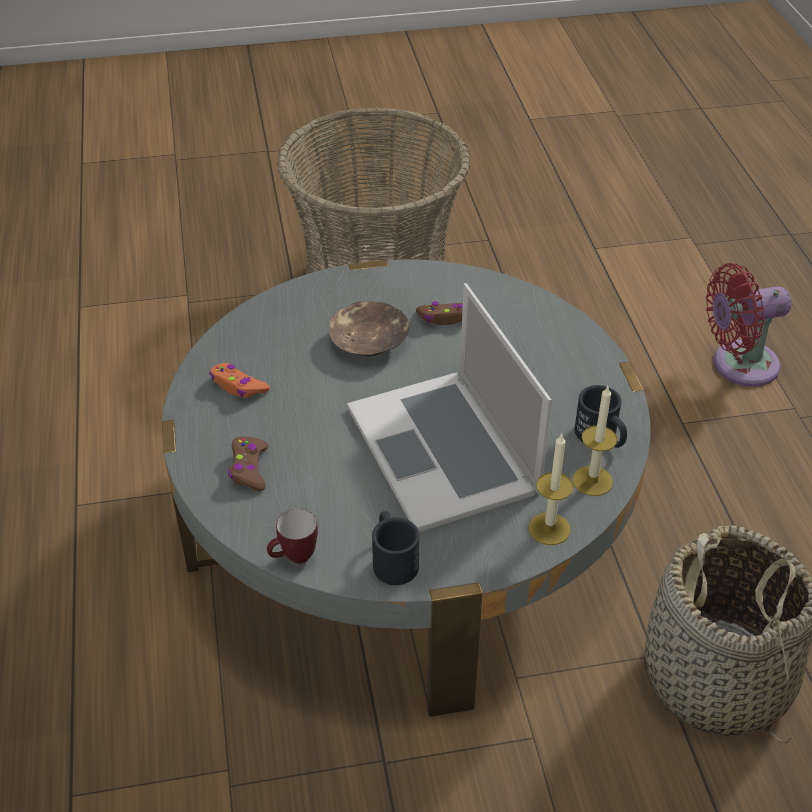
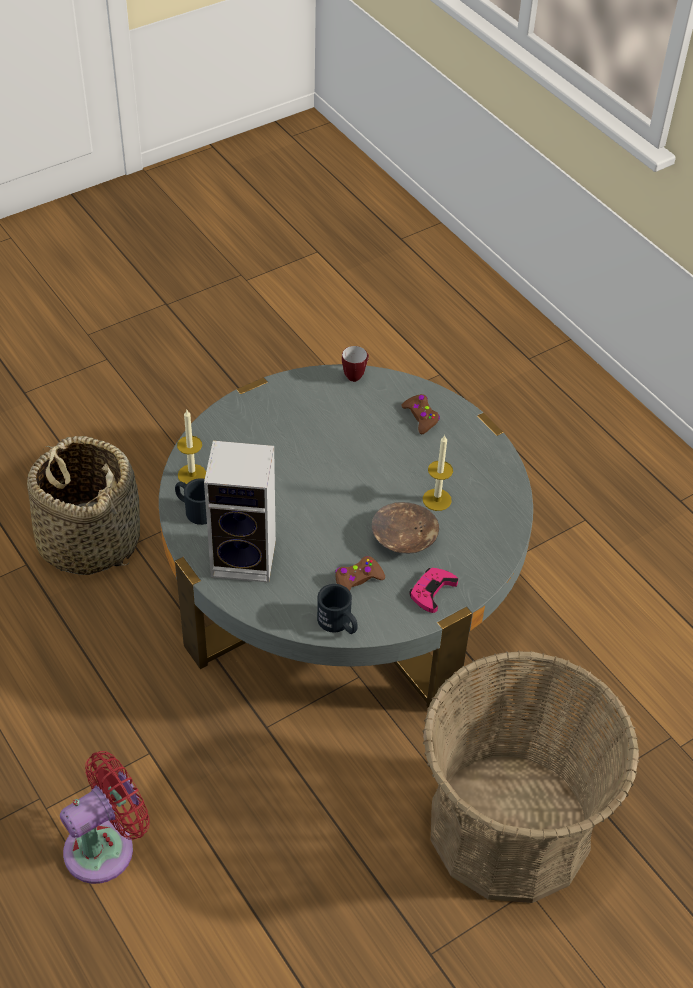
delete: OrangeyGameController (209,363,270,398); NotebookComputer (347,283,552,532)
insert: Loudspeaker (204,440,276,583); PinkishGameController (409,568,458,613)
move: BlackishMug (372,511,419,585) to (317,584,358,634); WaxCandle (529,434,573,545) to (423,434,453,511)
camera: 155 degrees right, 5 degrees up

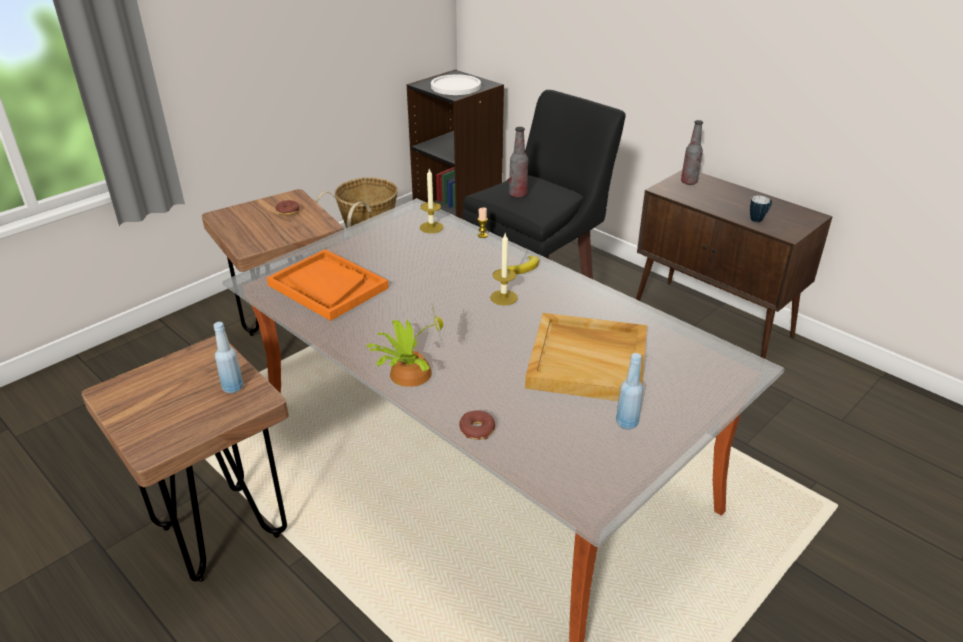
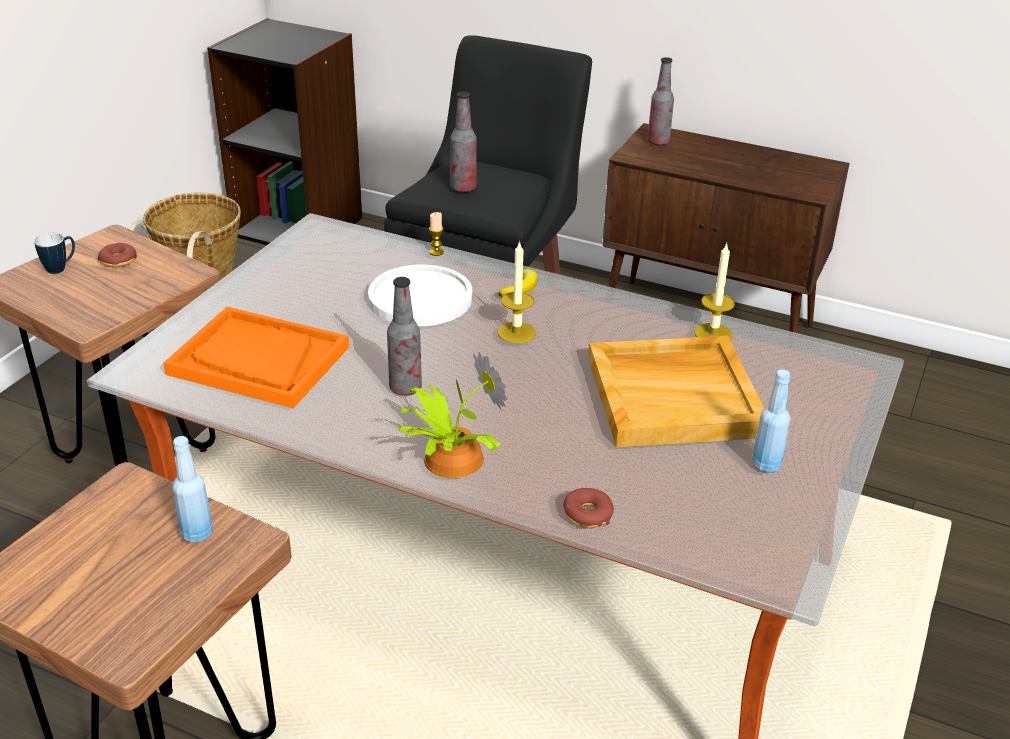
insert: BeverageBottle (387,277,422,395)
move: WaxCandle (420,169,443,233) to (694,243,735,341); WhiteColouredDinnerPlate (431,74,481,95) to (368,264,473,326); Mug (750,195,772,222) to (34,233,75,274)
camera: 20 degrees left, 0 degrees up

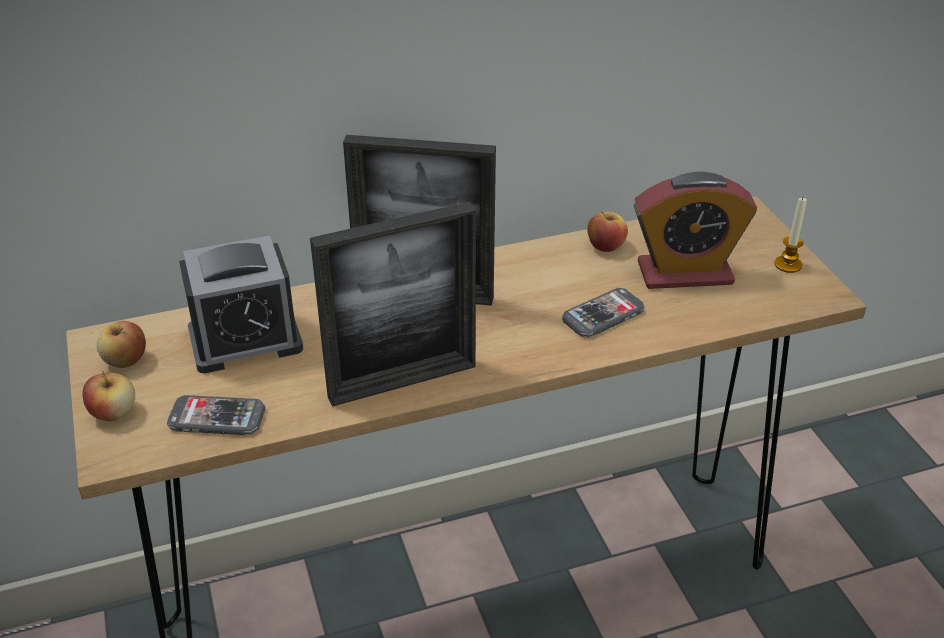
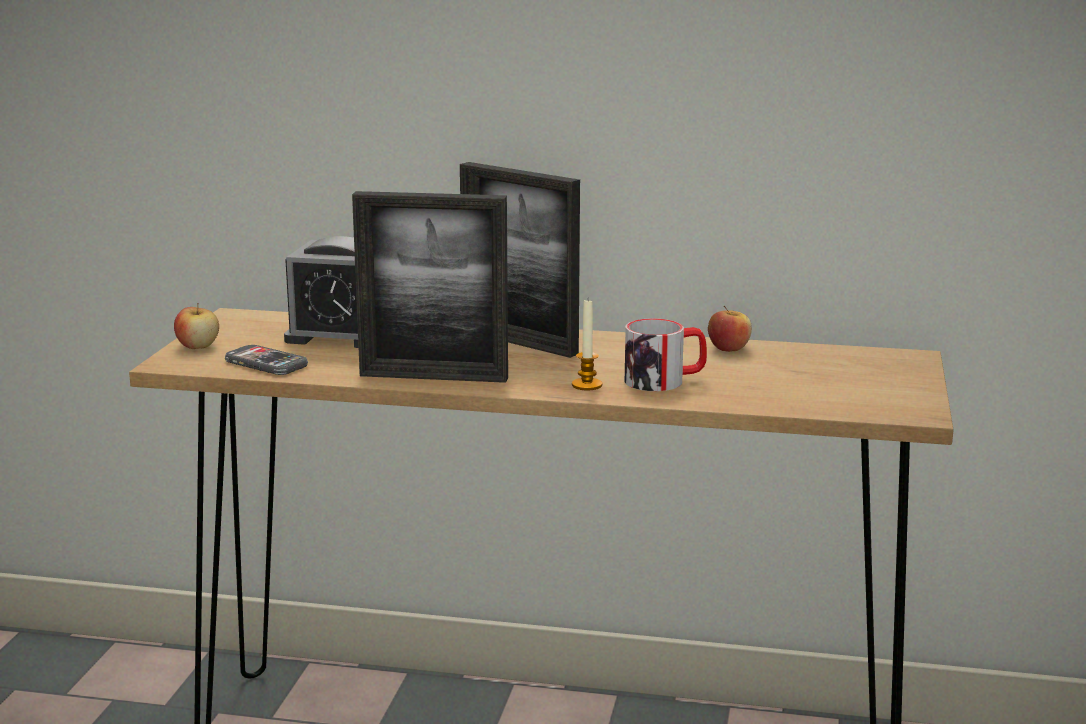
delete: WholeApple (97,321,146,368); AlarmClock (633,171,757,289)
move: WaxCandle (774,198,807,273) to (572,300,602,390)
replace: Handset (562,288,644,338) to Mug (625,318,707,391)
camera: 30 degrees right, 20 degrees down

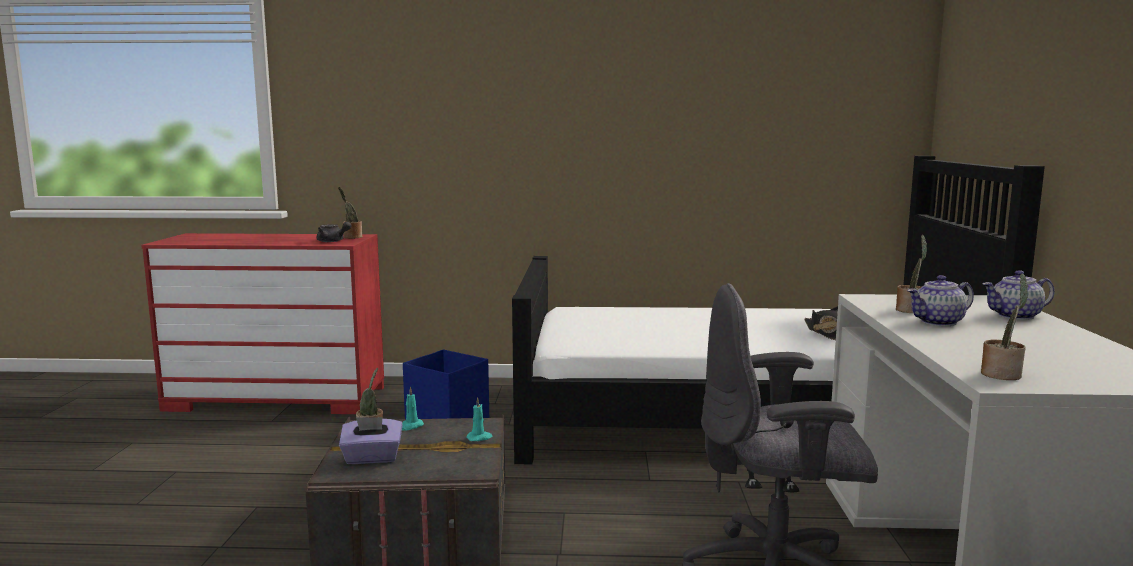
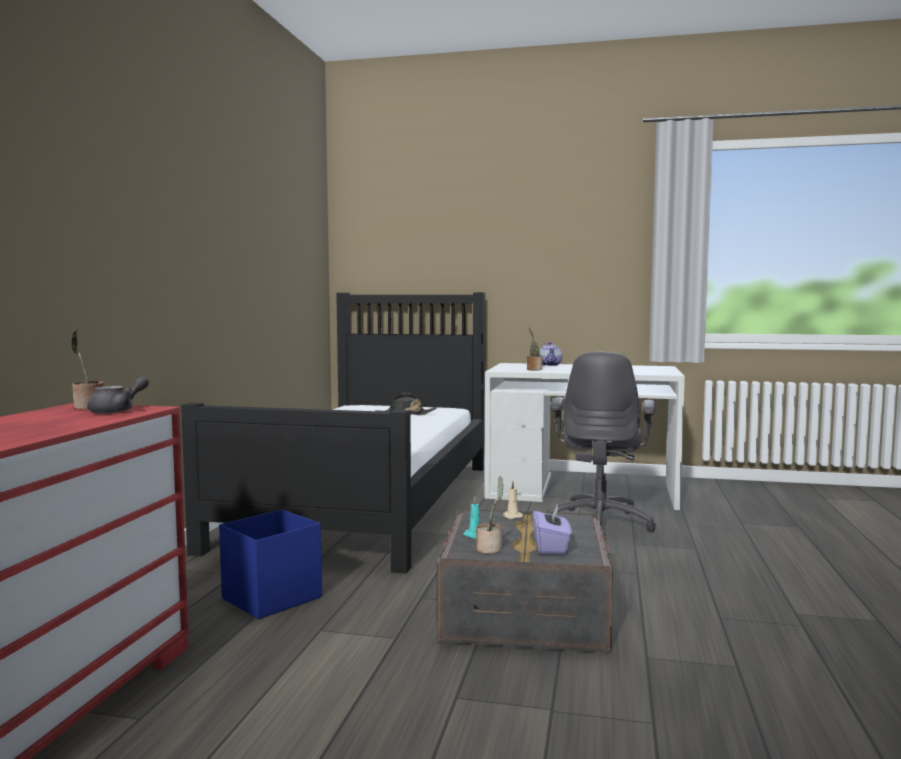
delete: PotForTea (907,275,974,326); PlantInAPot (981,273,1028,380)
recolor: BlueGreenWaxCandle (466,397,492,441) to SandColouredWaxCandle (503,481,523,519)
camera: 80 degrees left, 5 degrees down

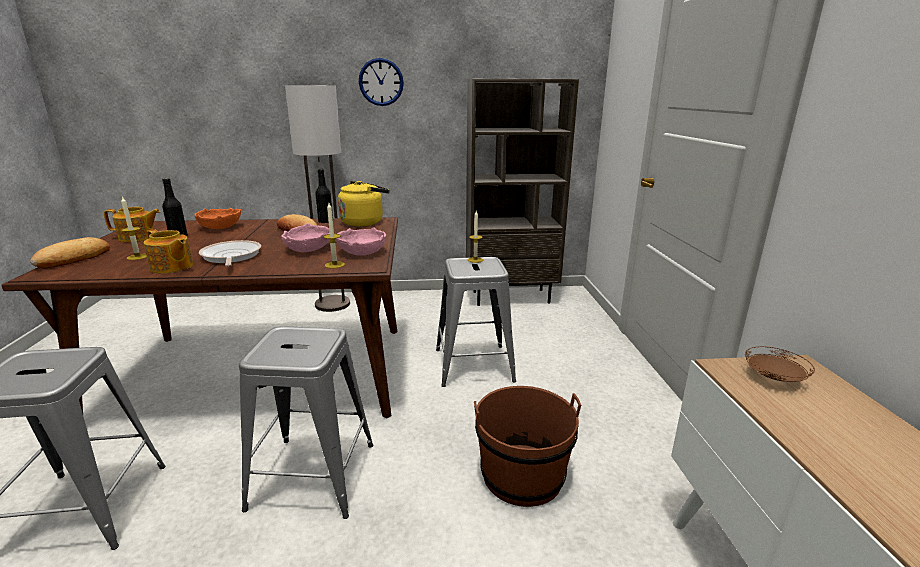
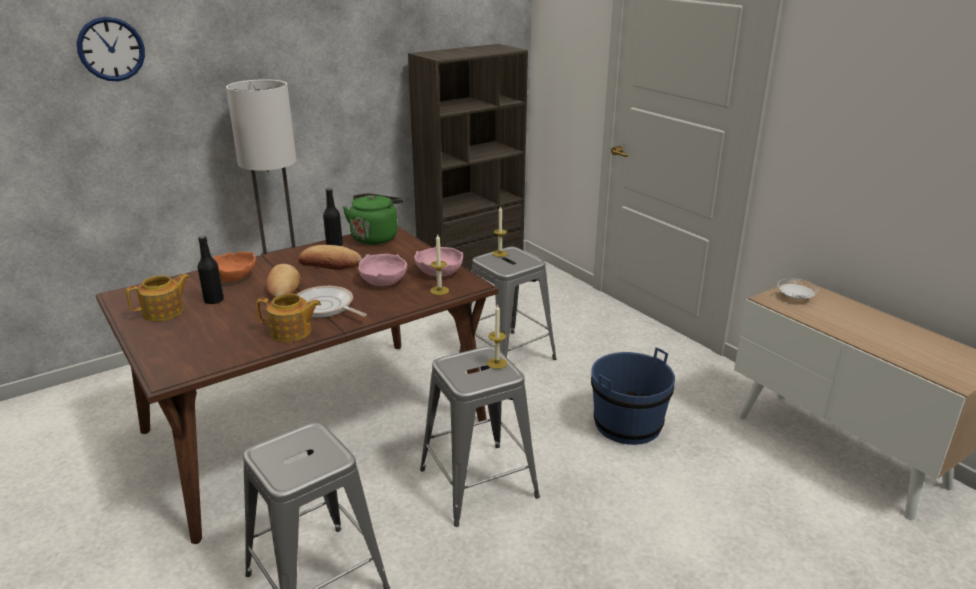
move: Bread (30,237,110,268) to (266,264,300,299); WaxCandle (121,196,147,260) to (487,304,507,369); HangingClock (359,58,404,106) to (77,17,145,81)
recolor: YellowColouredTeaKettle (338,181,390,226) to GreenColouredTeaKettle (343,193,404,245); BrownishBucket (474,386,581,507) to BlueBucket (591,347,675,445); BrownishDinnerPlate (745,346,815,382) to WhiteColouredDinnerPlate (778,279,818,299)
camera: 30 degrees left, 5 degrees up

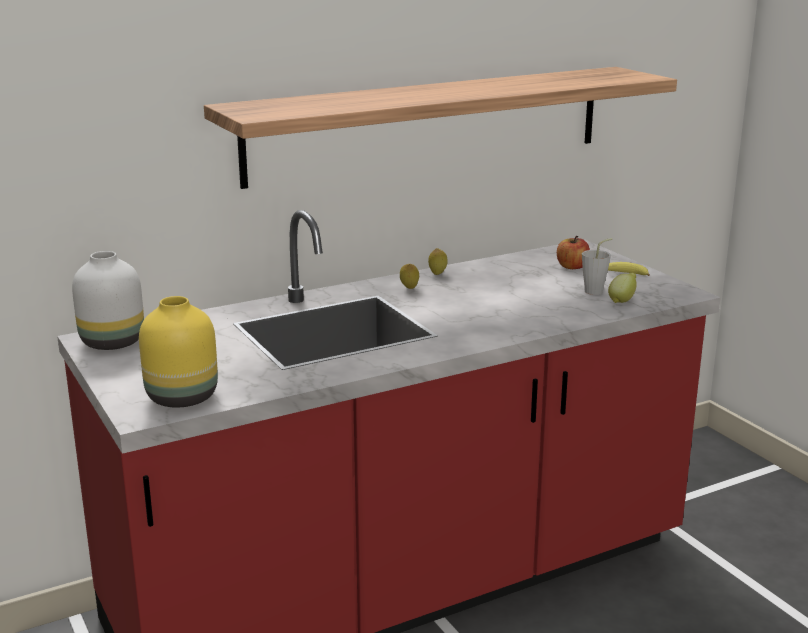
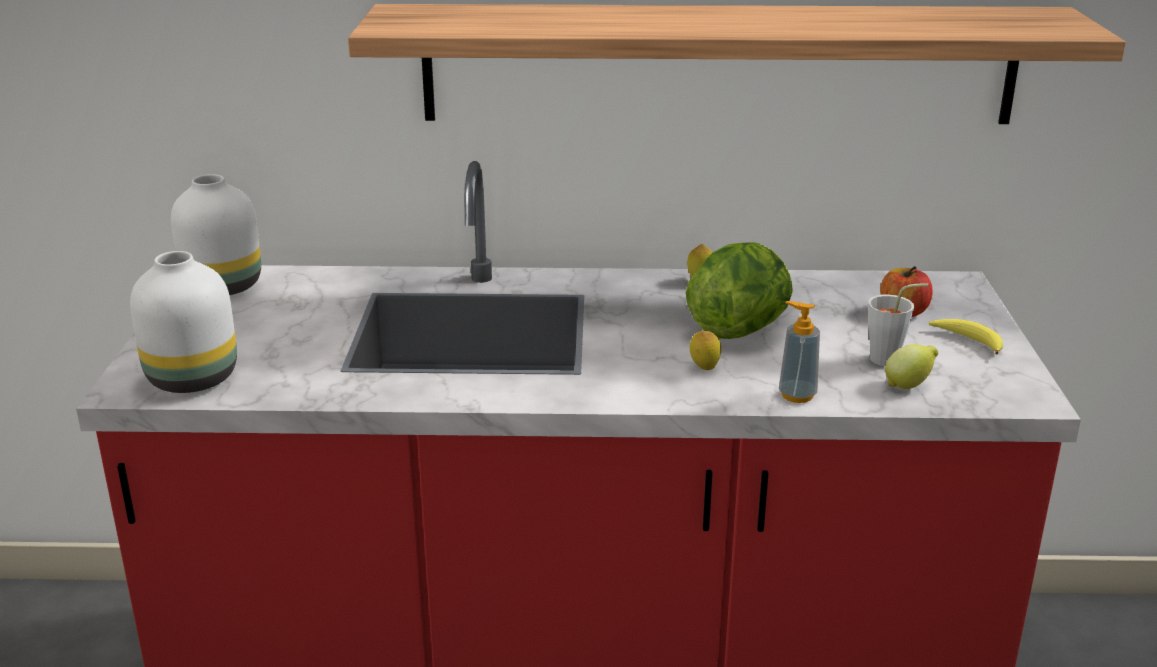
insert: Lettuce (686,243,793,339); LiquidSoapBottle (779,301,820,403)
move: WholeLemon (400,264,419,289) to (690,331,721,370)
recolor: YellowColouredVase (139,296,218,408) to WhiteColouredVase (130,251,237,393)
camera: 30 degrees right, 5 degrees up

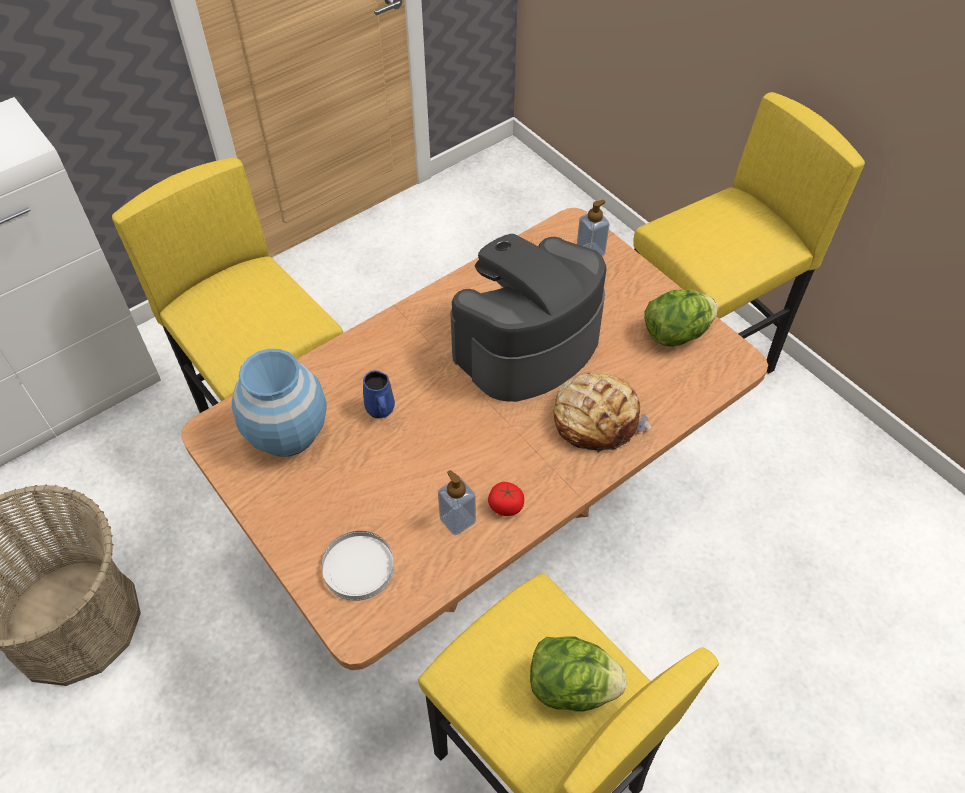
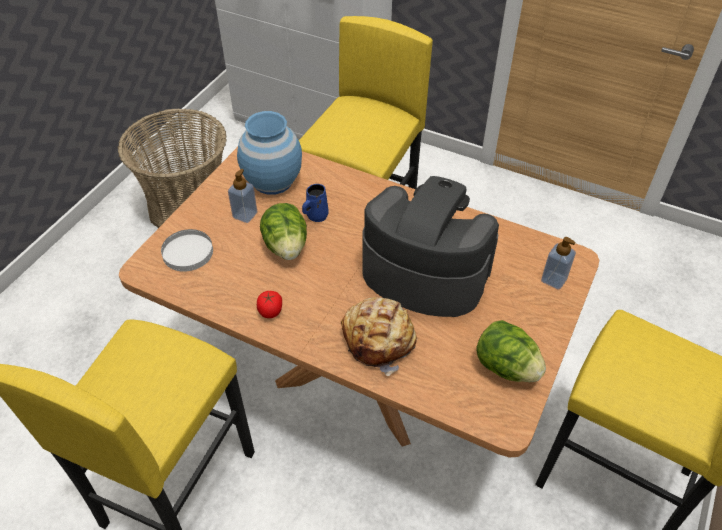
move: LiquidSoapBottle (438,470,476,535) to (228,169,257,223); Lettuce (530,636,627,711) to (260,203,307,260)
camera: 65 degrees right, 5 degrees down

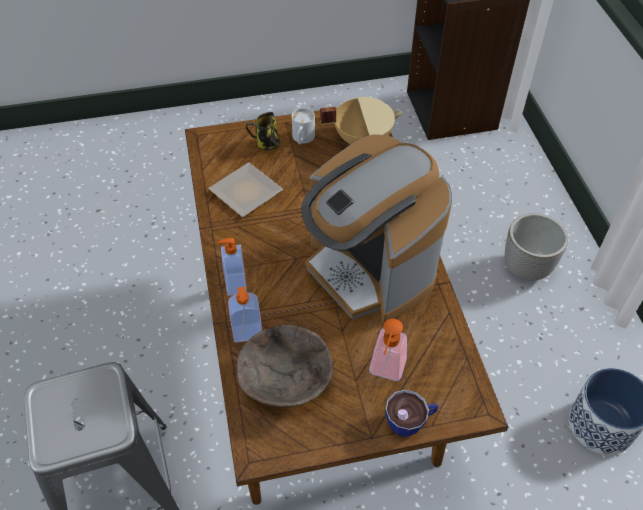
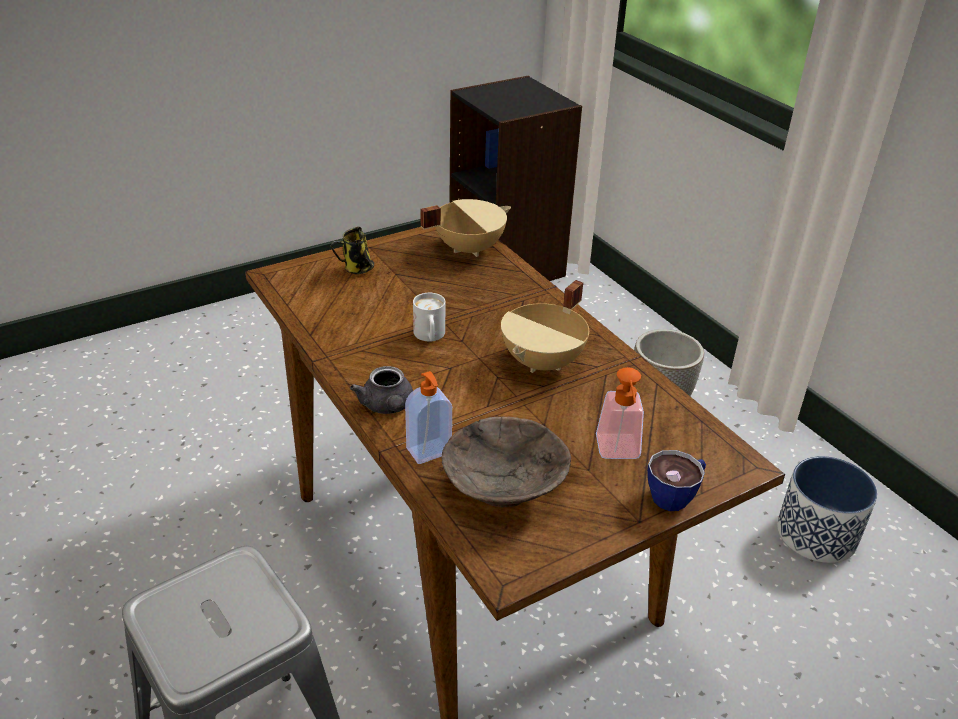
delete: DinnerPlate (208,162,283,217)
move: WhiteColouredMug (292,108,315,145) to (413,293,445,341)
replace: LiquidSoapBottle (217,238,247,296) to GrayPotForTea (350,366,413,414); CoffeeMaker (301,134,452,324) to SandColouredCookingPot (501,280,589,373)
camera: 20 degrees left, 15 degrees down

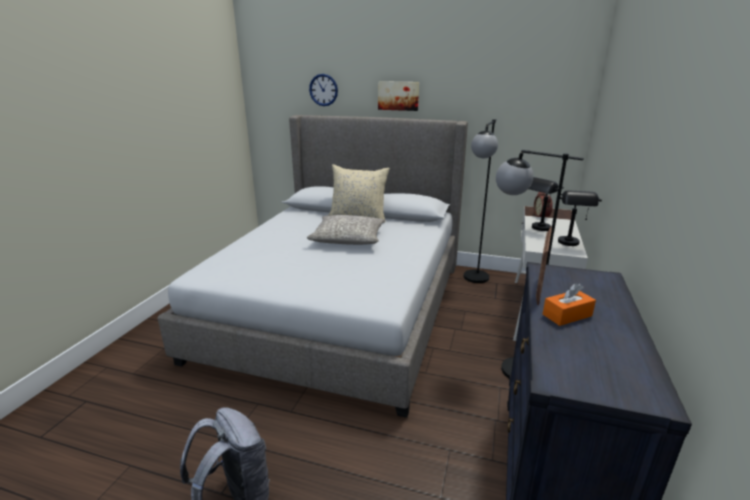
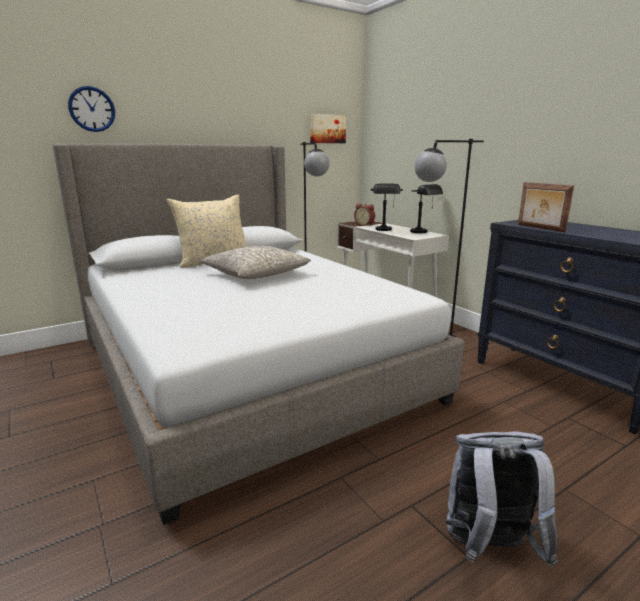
delete: OrangeyBoxOfTissues (543,283,596,326)
move: WallArt (378,81,419,111) to (310,114,346,143)
camera: 50 degrees left, 5 degrees down

